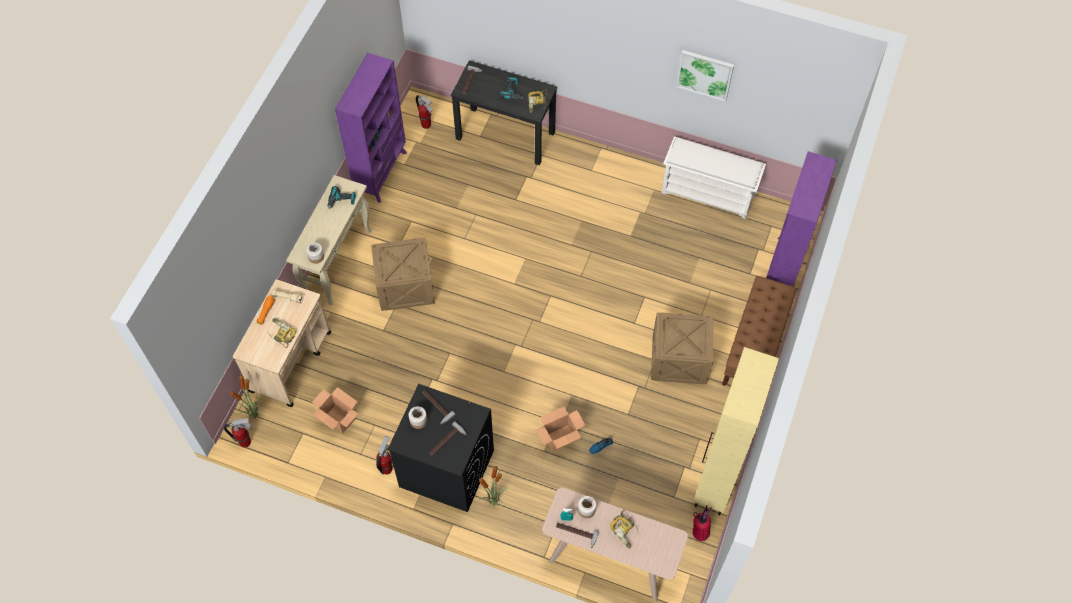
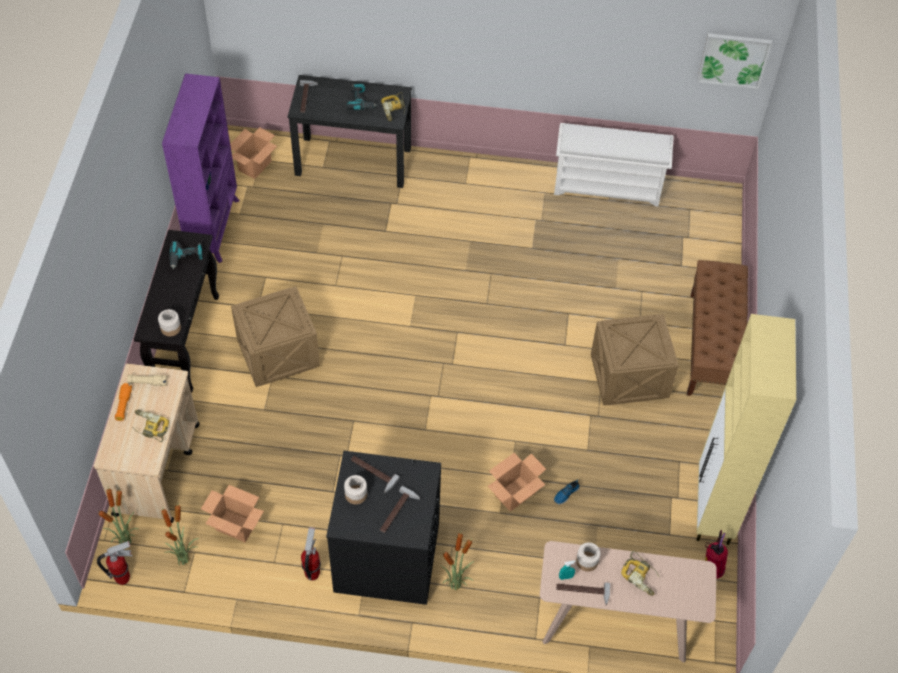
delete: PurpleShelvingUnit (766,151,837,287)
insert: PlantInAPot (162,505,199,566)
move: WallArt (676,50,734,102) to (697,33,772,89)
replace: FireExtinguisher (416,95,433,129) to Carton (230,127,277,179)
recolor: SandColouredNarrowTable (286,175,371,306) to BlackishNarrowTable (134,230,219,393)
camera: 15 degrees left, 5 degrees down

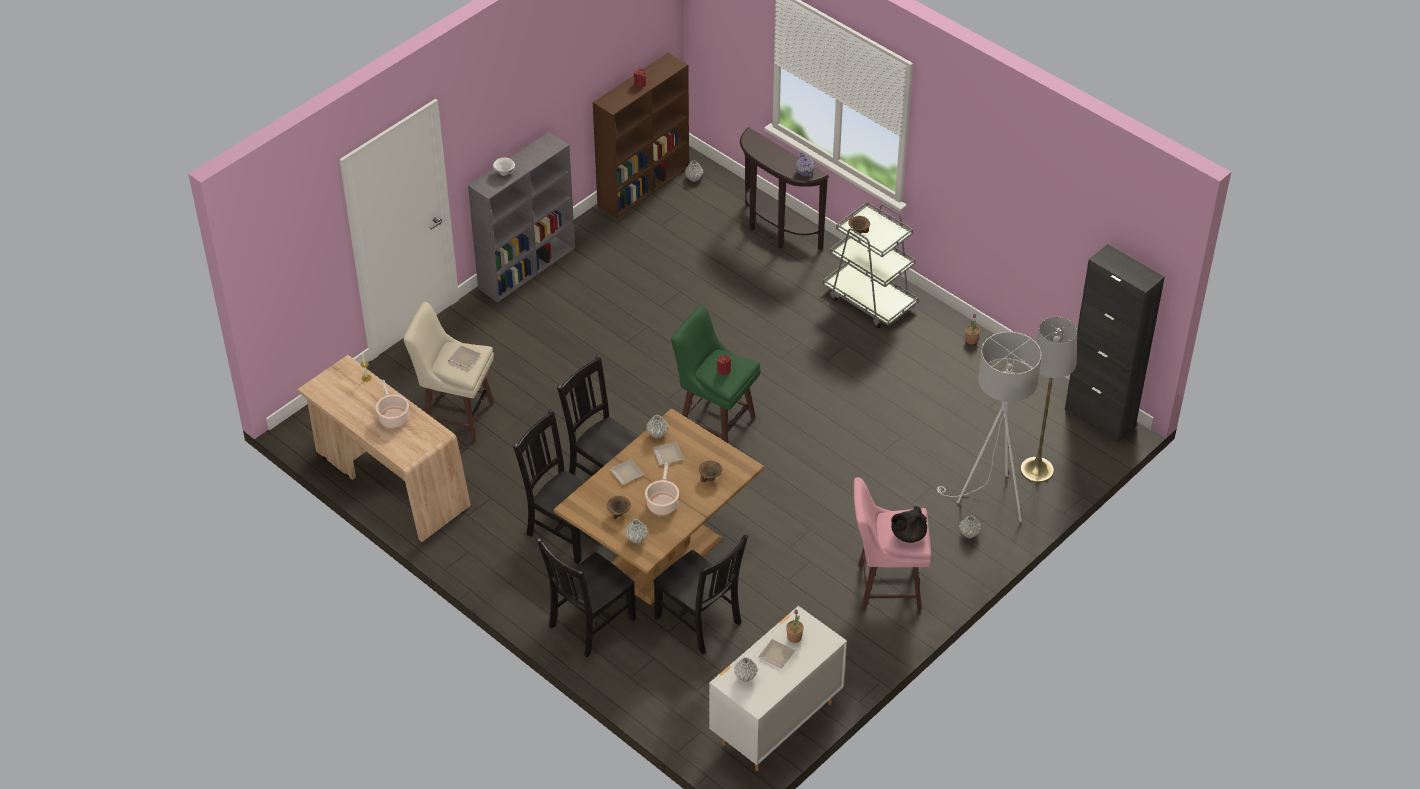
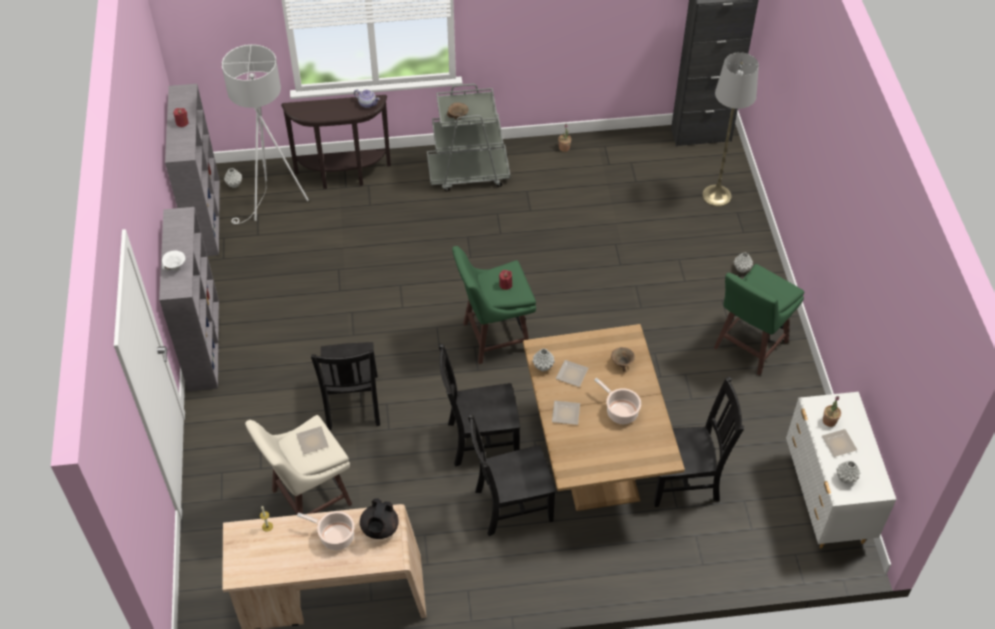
delete: BrownishServingBowl (607,495,631,519); GrayVase (625,519,648,544)
move: BlackishUprightChair (536,538,636,657) to (311,342,380,430); BlackishPotForTea (891,506,927,543) to (360,498,399,539); WhiteColouredFloorLamp (937,331,1042,522) to (222,44,309,224)
recolor: BrownishShelvingUnit (593,53,689,218) to GrayShelvingUnit (165,84,220,256); PinkishSittingStool (854,477,931,611) to GreenColouredSittingStool (714,264,804,375)
camera: 50 degrees left, 5 degrees up

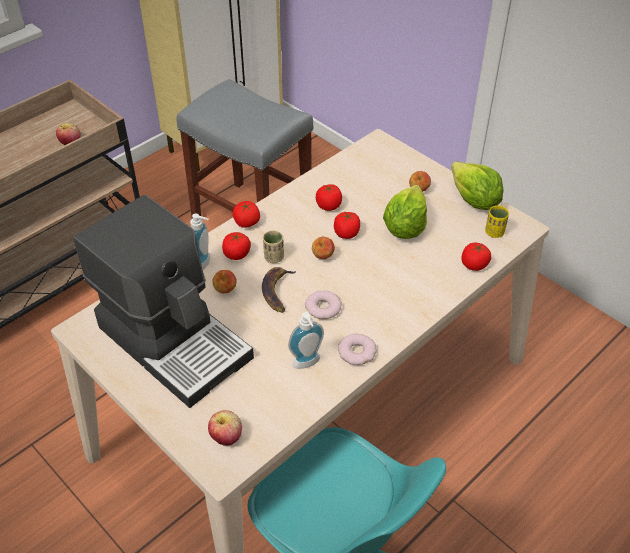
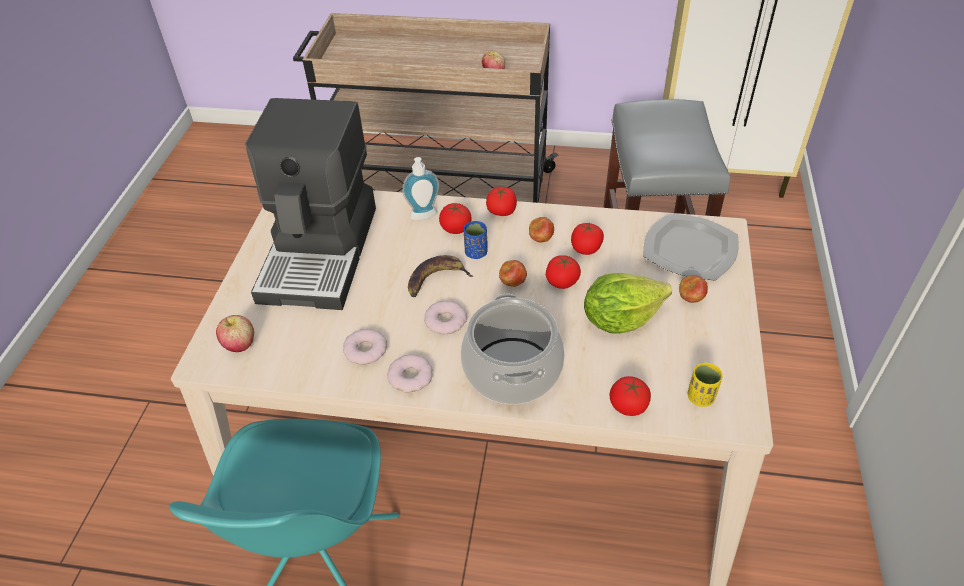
delete: Lettuce (451,161,504,210)
insert: CookingPot (461,294,565,404); DinnerPlate (643,213,739,281)
move: WholeApple (213,270,236,293) to (529,217,554,242)
replace: LiquidSoapBottle (288,312,324,369) to Donut (343,329,387,365)
recolor: SandColouredCup (263,230,284,263) to BlueCup (464,221,487,259)
camera: 55 degrees right, 0 degrees up

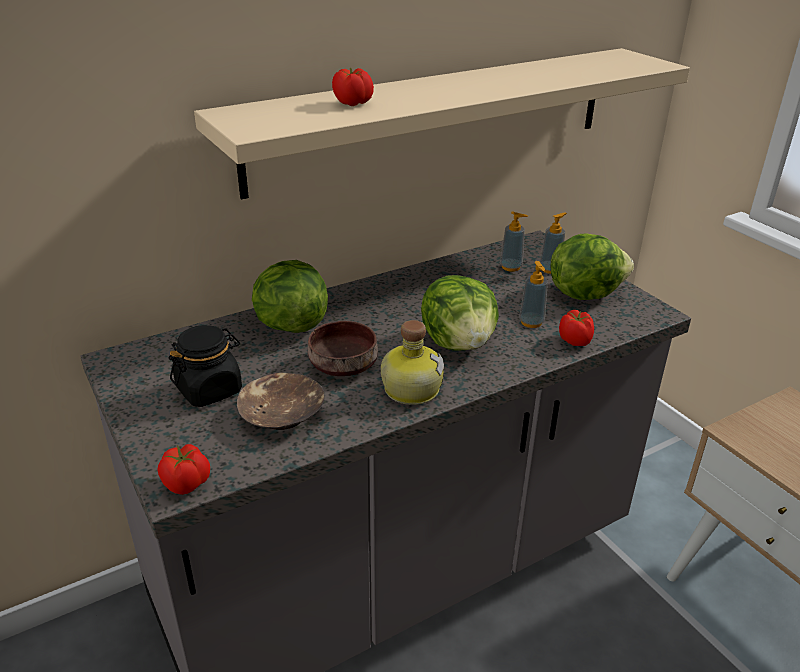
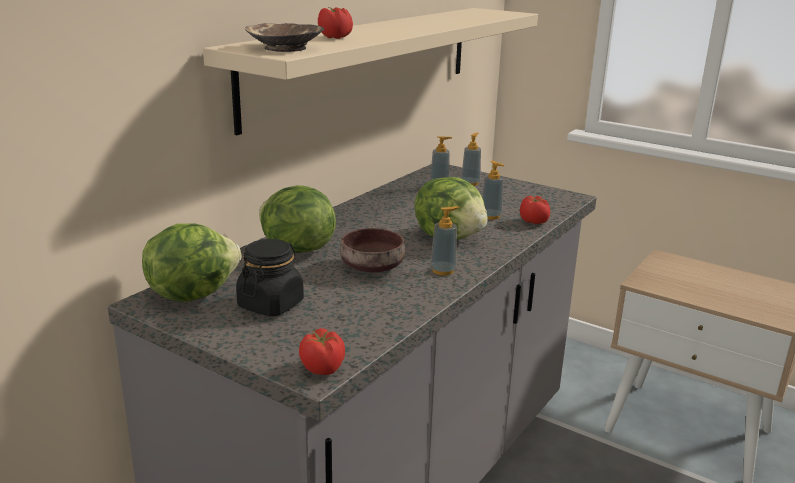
move: BrownishServingBowl (237,372,325,430) to (245,23,324,52); Lettuce (551,233,634,300) to (142,223,241,302)
replace: BeverageBottle (381,320,444,405) to LiquidSoapBottle (430,206,460,275)
camera: 25 degrees left, 10 degrees down

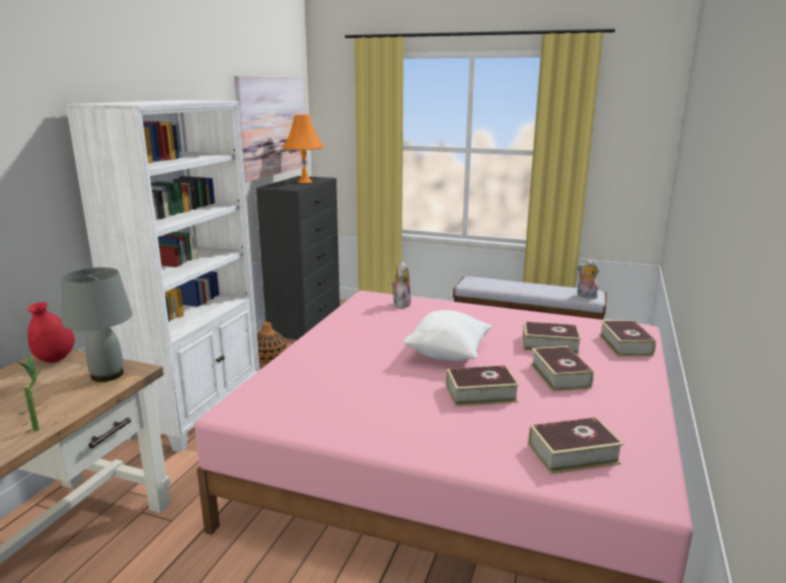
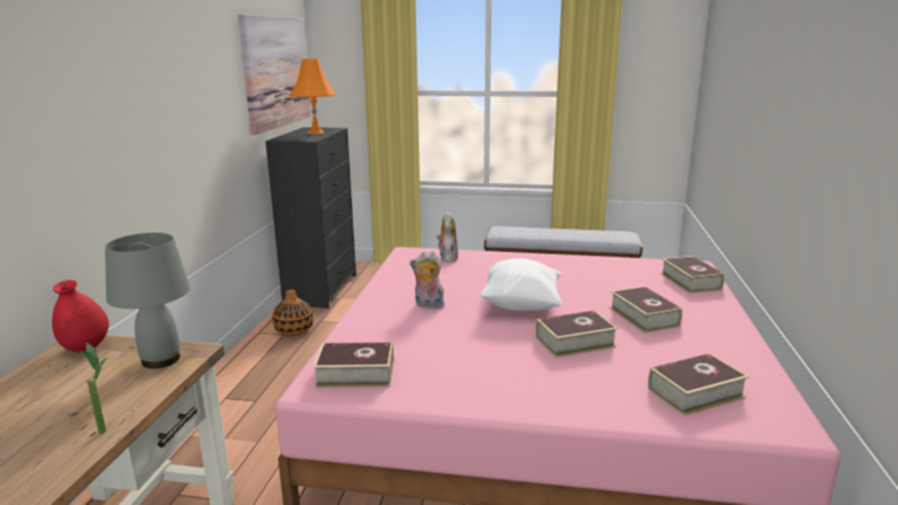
delete: WhiteColouredShelvingUnit (65,100,260,452)
move: Volume (523,322,581,354) to (313,342,394,388); PlushToy (577,259,599,299) to (410,251,445,309)
camera: 10 degrees left, 0 degrees up

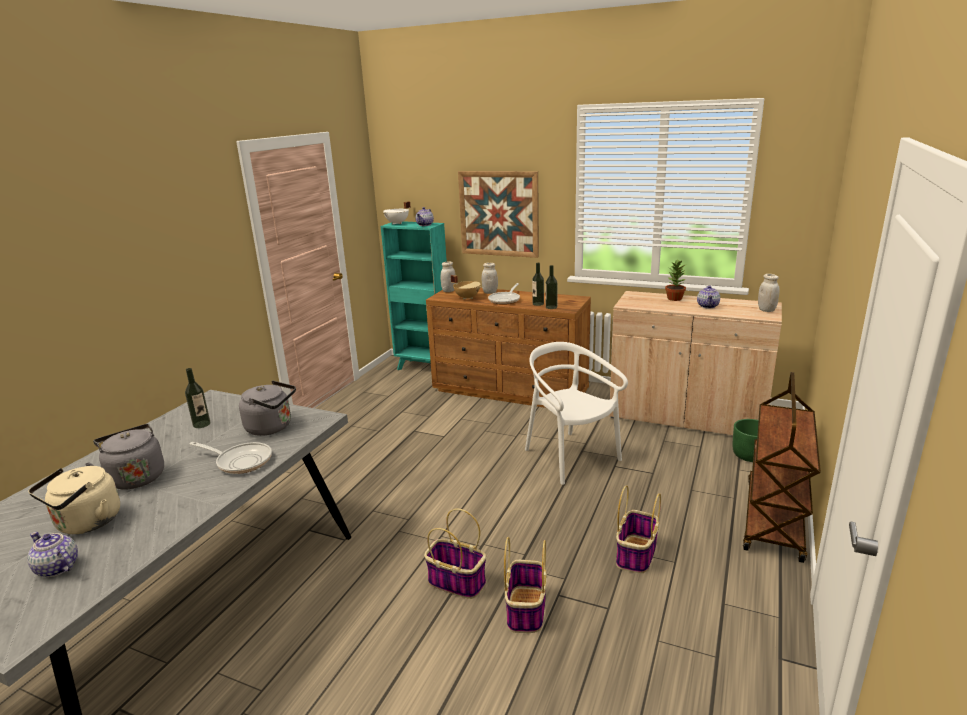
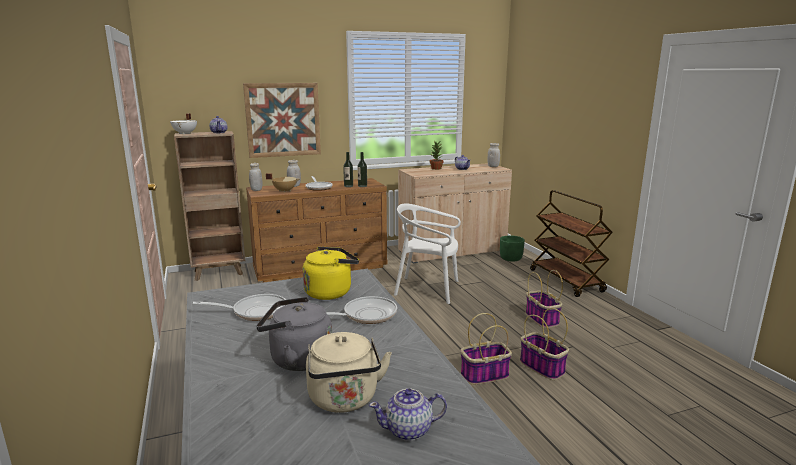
replace: BeverageBottle (185,368,210,428) to Skillet (192,294,286,321)
recolor: GrayTeaKettle (239,380,296,436) to YellowColouredTeaKettle (303,247,359,300); BlueGreenShelvingUnit (381,221,447,370) to BrownishShelvingUnit (174,131,246,281)
camera: 45 degrees left, 5 degrees down

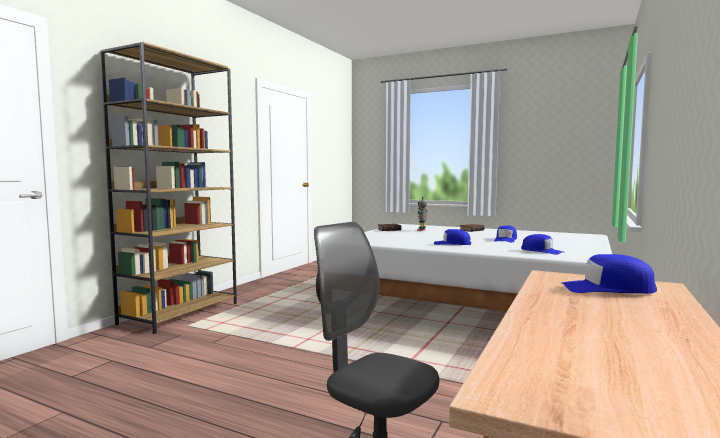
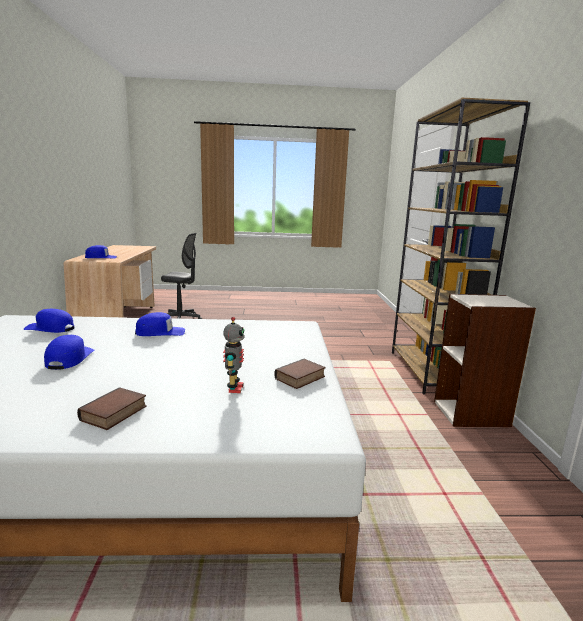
insert: ShelvingUnit (434,294,536,427)
camera: 150 degrees right, 10 degrees up

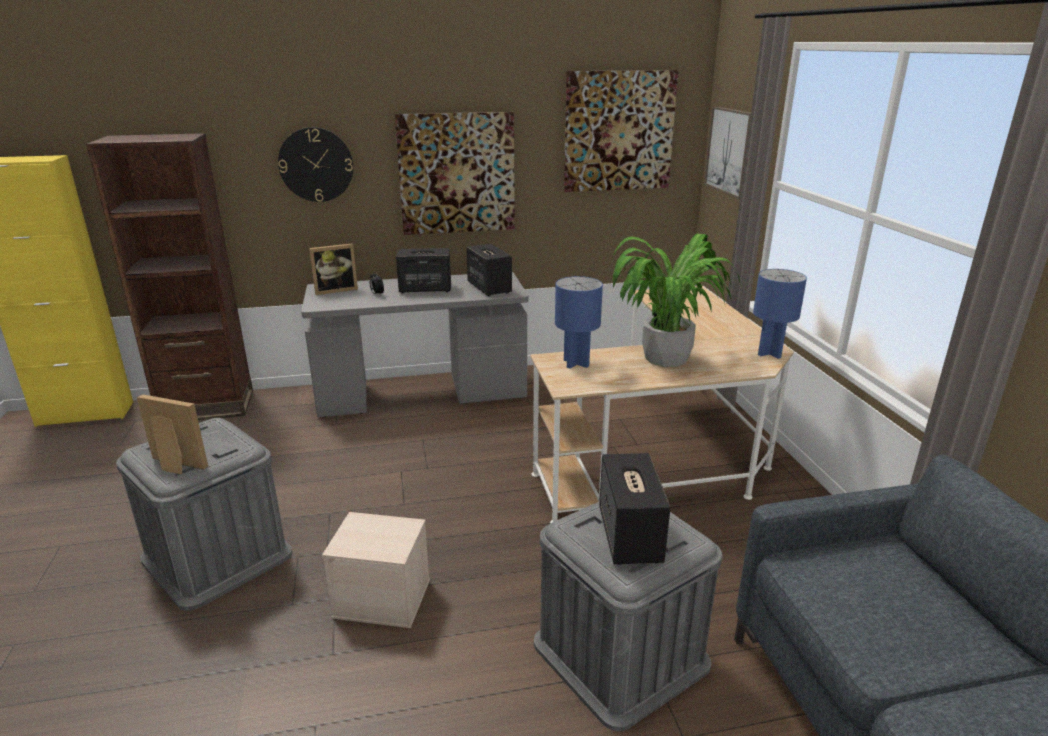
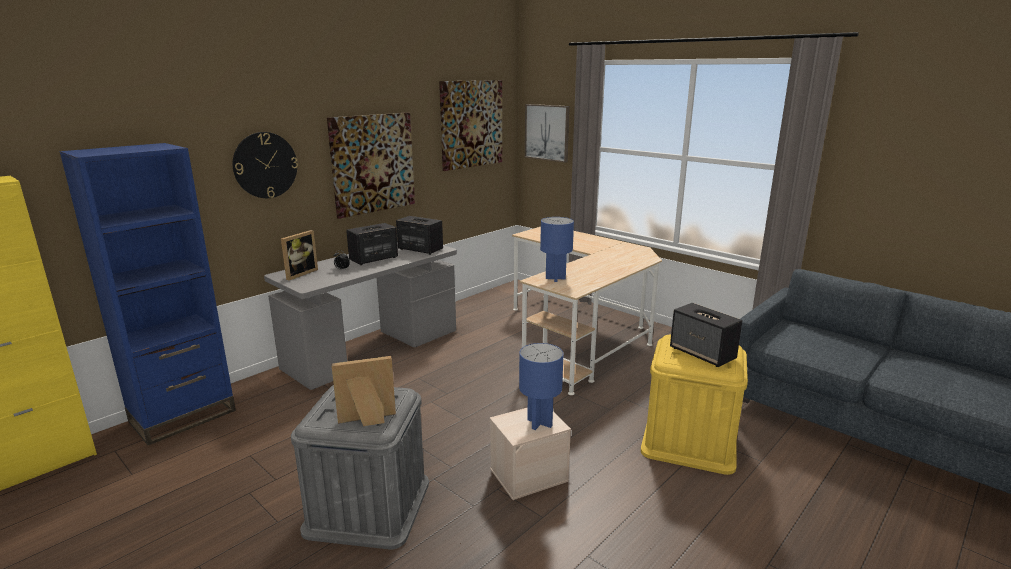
delete: PlantInAPot (613,234,741,367)
move: BlueTableLamp (753,269,807,359) to (519,343,564,430)
recolor: BrownishShelvingUnit (86,133,253,420) to BlueShelvingUnit (59,143,236,445); GrayStorageBin (534,501,723,731) to YellowColouredStorageBin (641,335,748,475)
camera: 35 degrees left, 5 degrees down

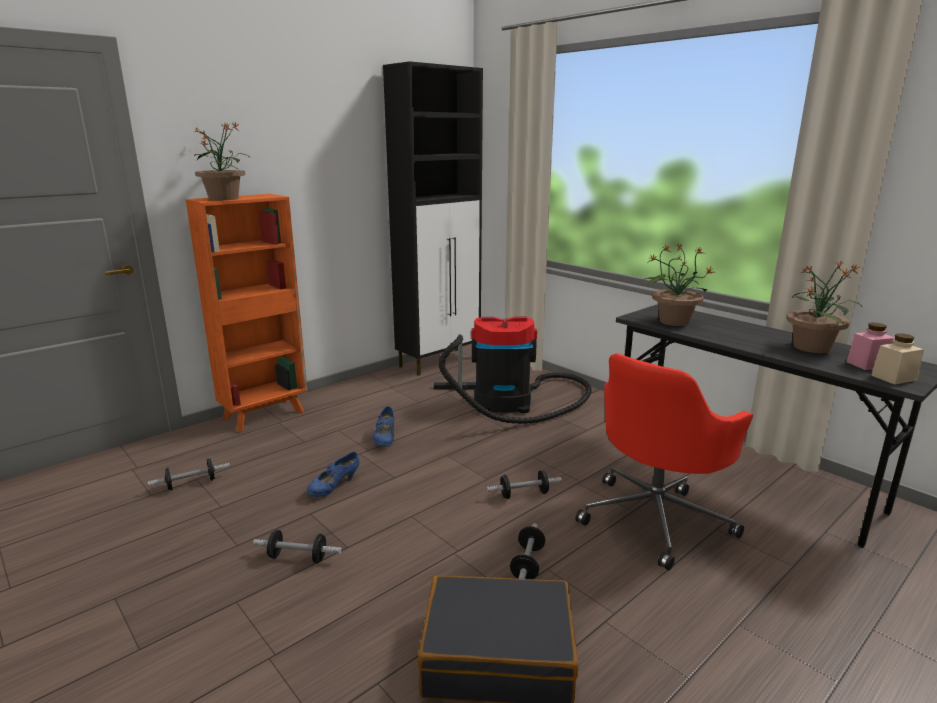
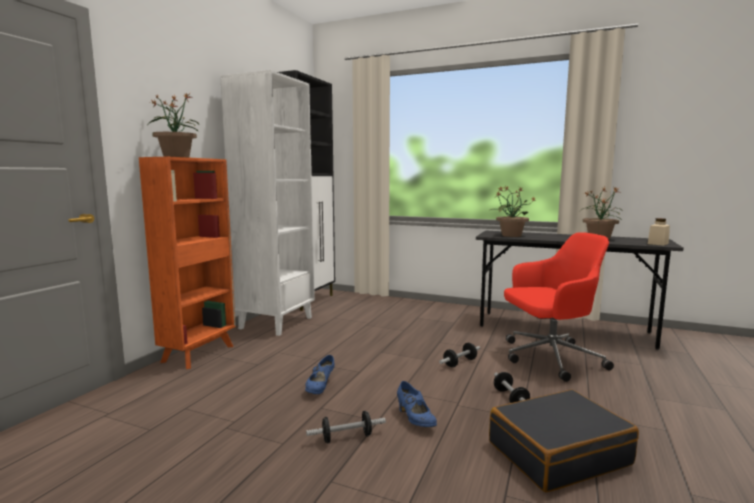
delete: FreeWeight (148,458,230,491); Hoover (434,317,592,424); PinkishStorageJar (846,323,895,370)
insert: WhiteColouredShelvingUnit (220,70,315,336)
move: BlueLowShoe (373,406,394,447) to (397,381,437,427)
rotate: ReddishComputerChair (575,353,753,570) = (504,232,614,382) 120 degrees counterclockwise
camera: 25 degrees left, 10 degrees down

